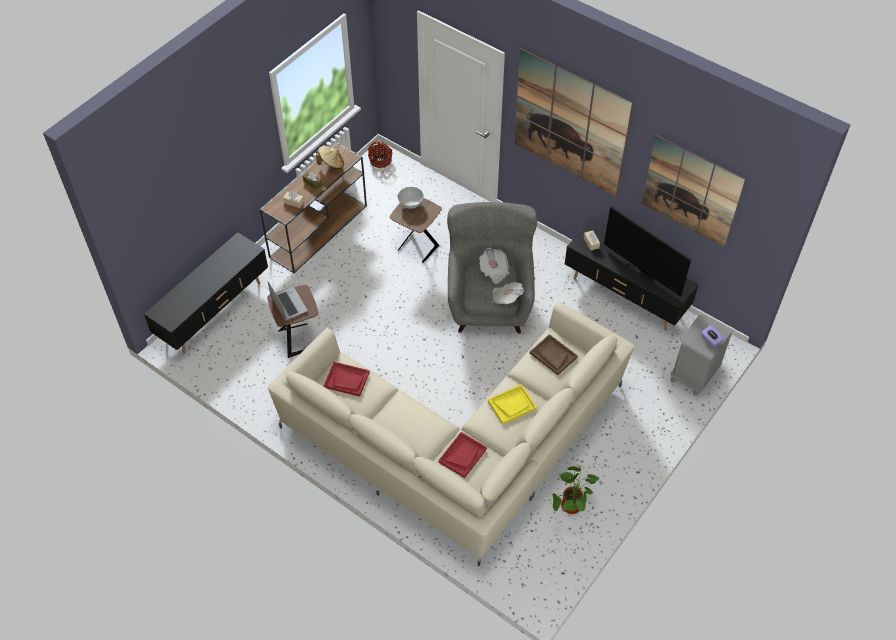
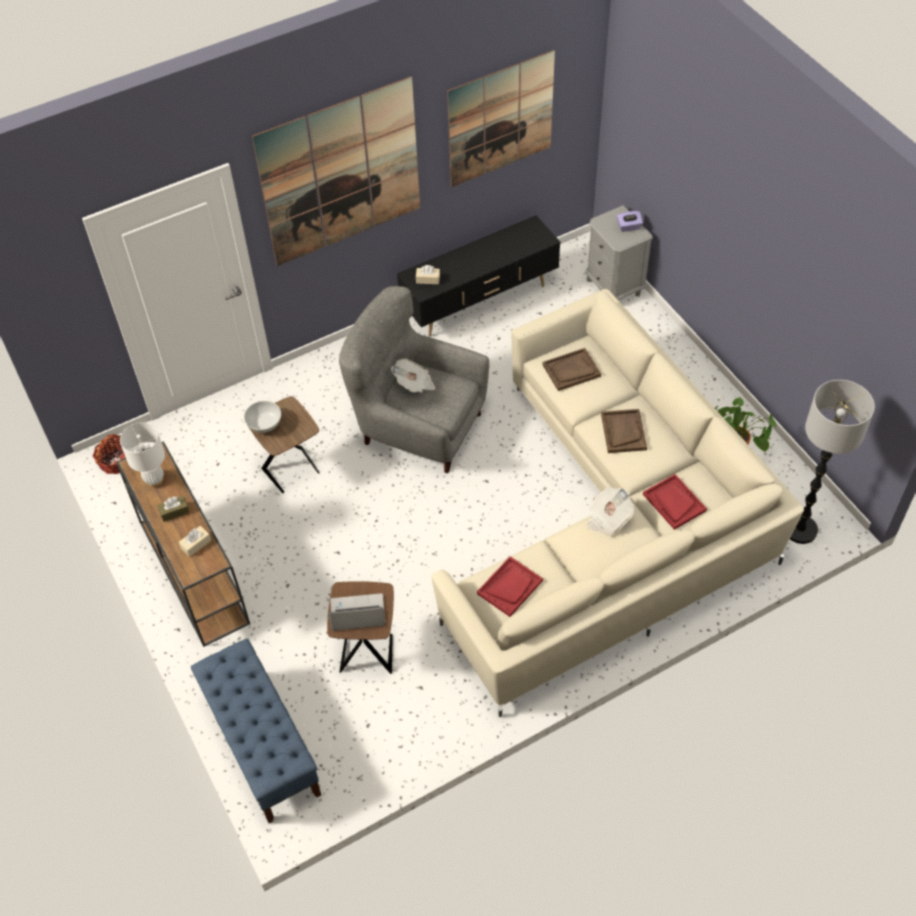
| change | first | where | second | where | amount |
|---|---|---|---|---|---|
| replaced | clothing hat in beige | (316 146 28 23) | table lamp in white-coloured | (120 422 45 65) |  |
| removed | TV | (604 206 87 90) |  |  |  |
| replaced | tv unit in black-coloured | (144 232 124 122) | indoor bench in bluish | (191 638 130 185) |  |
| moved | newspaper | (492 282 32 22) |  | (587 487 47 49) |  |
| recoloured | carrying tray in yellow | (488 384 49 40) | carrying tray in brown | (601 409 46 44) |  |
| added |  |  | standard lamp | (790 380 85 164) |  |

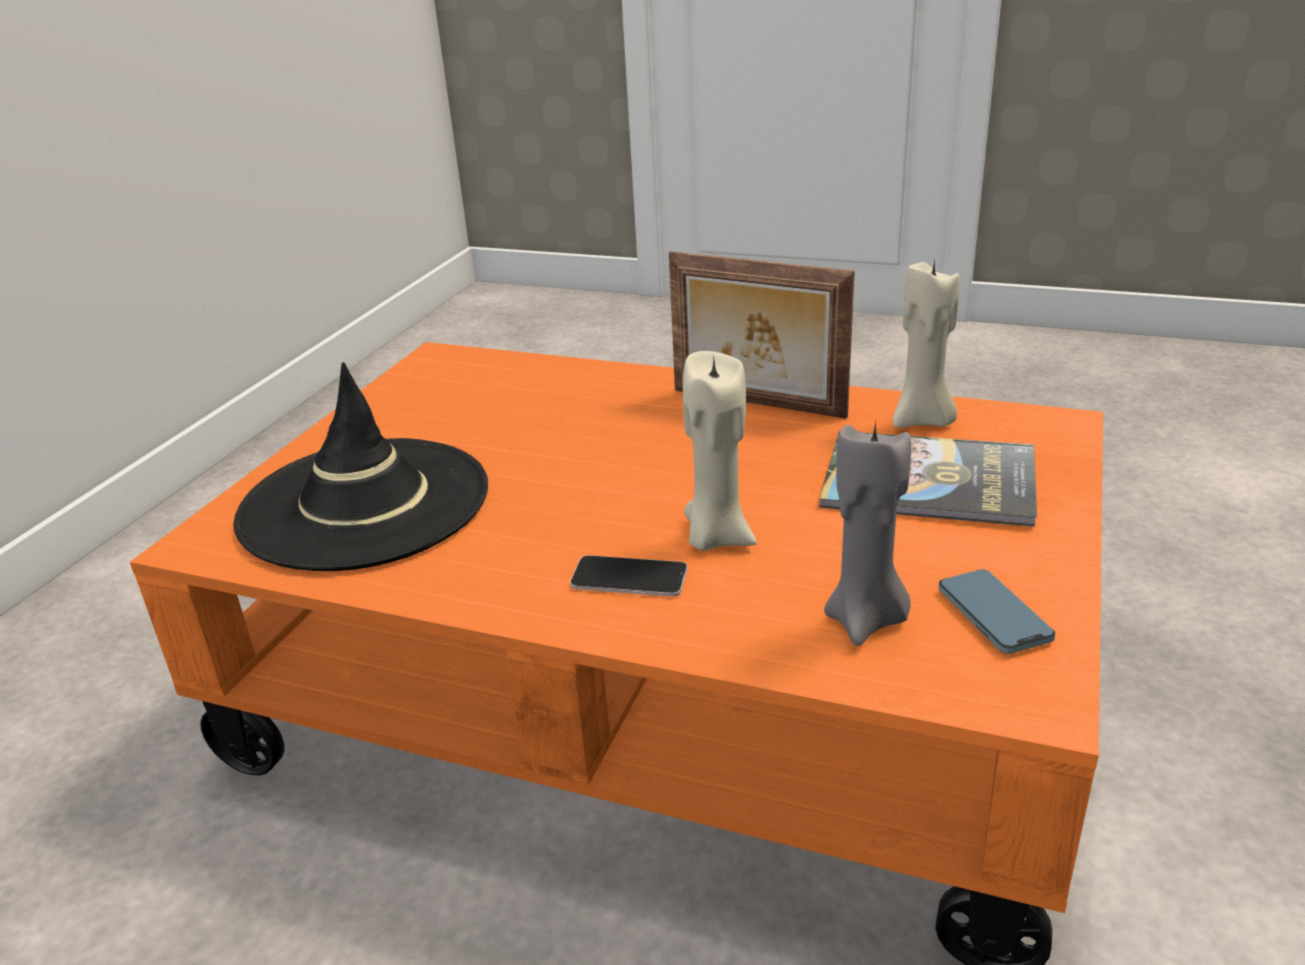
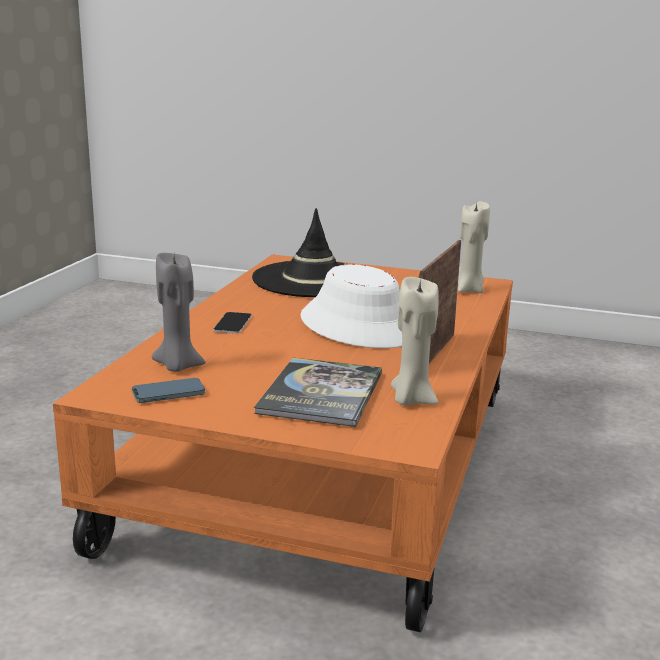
| change | first | where | second | where | amount |
|---|---|---|---|---|---|
| moved | candle in beige | (683 351 74 200) |  | (458 201 32 92) |  |
| added |  |  | clothing hat in white-coloured | (301 264 101 84) |  |

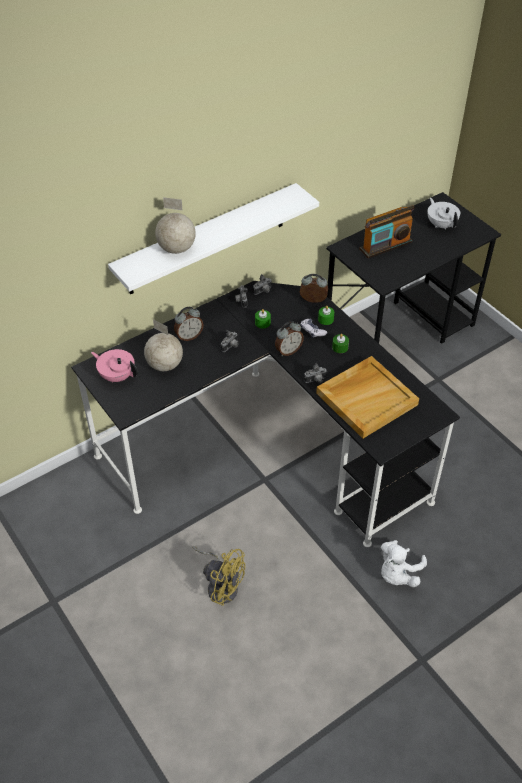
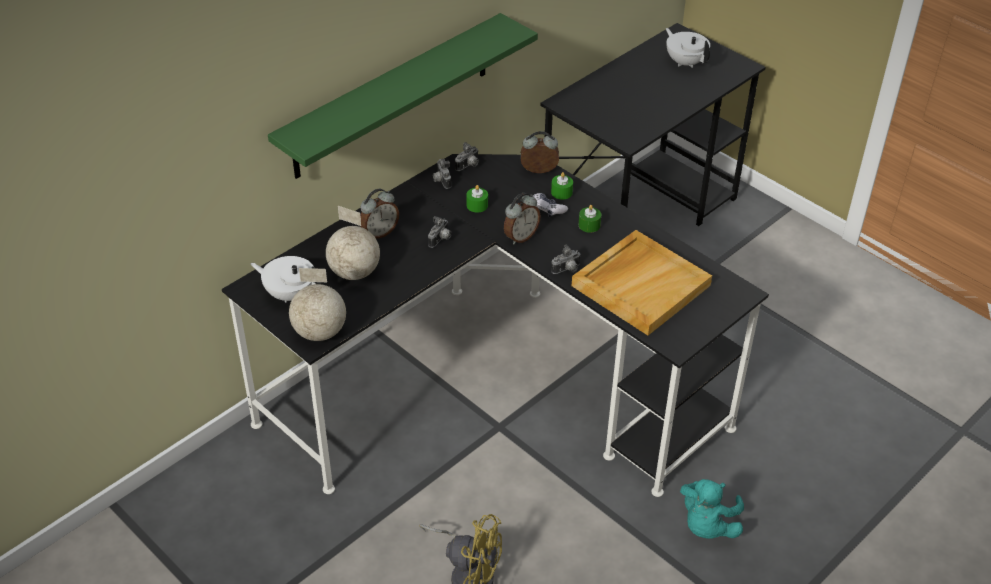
| change | first | where | second | where | amount |
|---|---|---|---|---|---|
| recoloured | wall shelf in white-coloured | (108 183 211 111) | wall shelf in green-coloured | (268 13 270 166) |  |
| moved | globe | (155 197 41 57) |  | (289 268 57 73) |  |
| removed | radio | (359 205 56 54) |  |  |  |
| recoloured | teapot in pink | (91 349 47 33) | teapot in white-coloured | (251 256 72 47) |  |
| recoloured | soft toy in white-coloured | (381 540 46 47) | soft toy in blue-green | (680 479 64 60) |  |

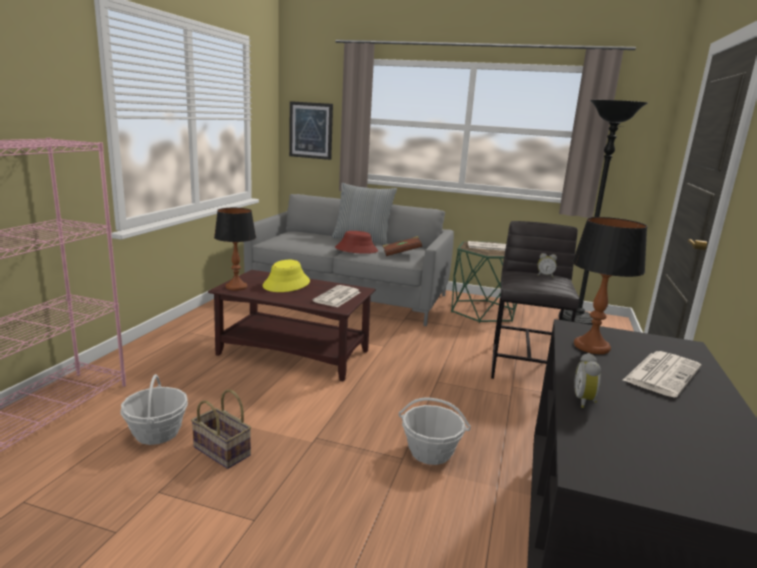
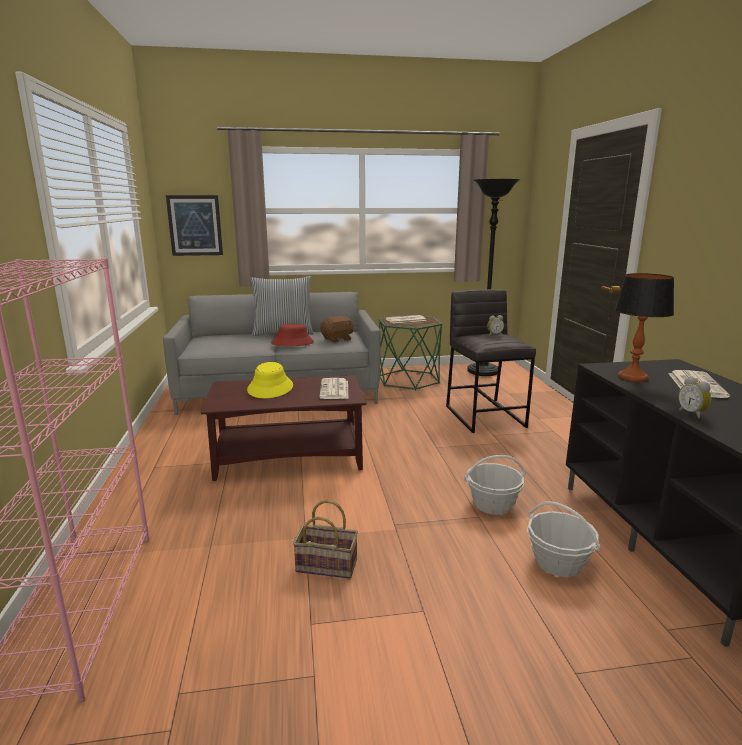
| change | first | where | second | where | amount |
|---|---|---|---|---|---|
| removed | table lamp | (214 208 42 83) |  |  |  |
| replaced | volume in brown | (383 236 39 20) | soft toy in brown | (320 316 34 27) |  |
| moved | storage basket | (120 374 68 71) |  | (527 501 74 76) |  |

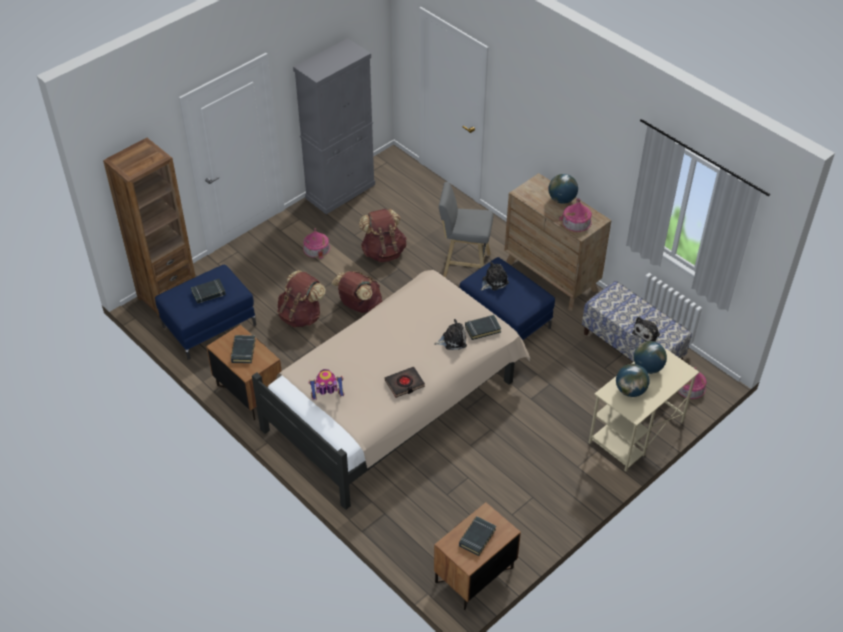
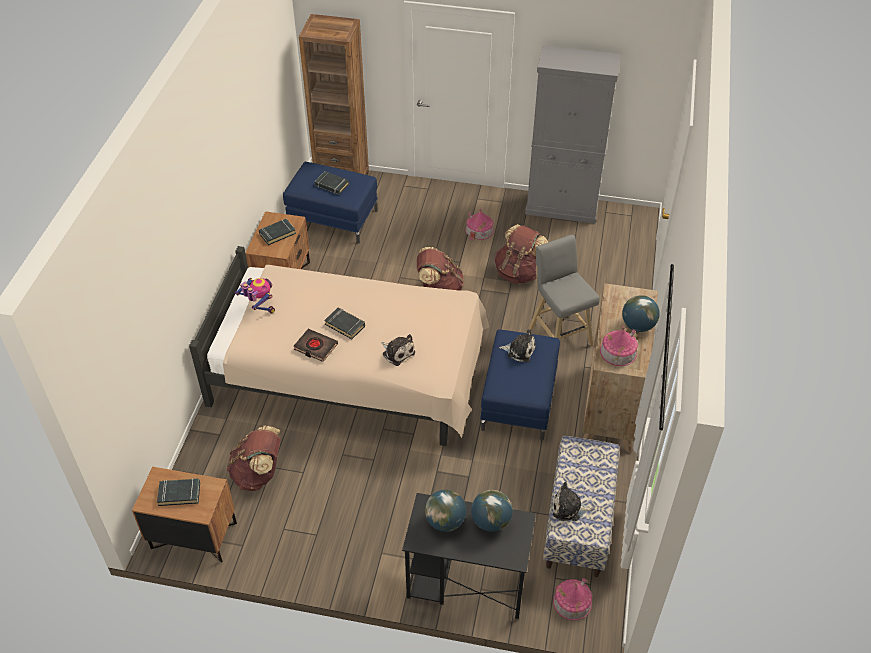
| change | first | where | second | where | amount |
|---|---|---|---|---|---|
| moved | rucksack in brown | (277 270 49 57) |  | (227 426 54 65) |  |
| moved | volume in black-coloured | (465 315 36 25) |  | (324 308 41 31) |  |
| recoloured | desk table in beige | (589 347 110 125) | desk table in black-coloured | (402 493 134 126) |  |

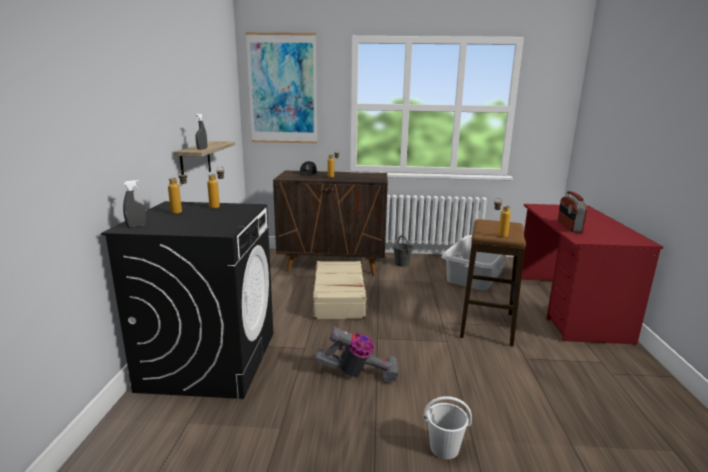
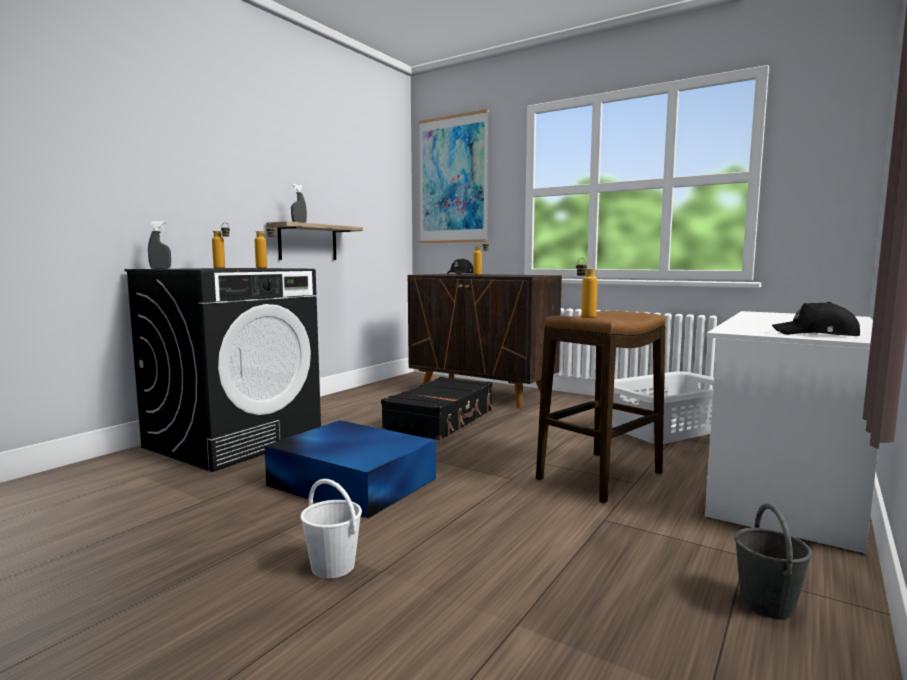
| change | first | where | second | where | amount |
|---|---|---|---|---|---|
| removed | radio | (558 191 29 42) |  |  |  |
| recoloured | desk table in reddish | (521 204 142 141) | desk table in white-coloured | (705 311 173 243) |  |
| moved | pail in greyish | (393 235 20 32) |  | (734 503 78 116) |  |
| recoloured | piece of luggage in beige | (313 261 57 59) | piece of luggage in black-coloured | (381 377 112 64) |  |
| replaced | vacuum | (315 327 83 56) | storage bin in bluish | (264 420 172 98) |  |
| added |  |  | baseball cap in black-coloured | (772 302 88 34) |  |

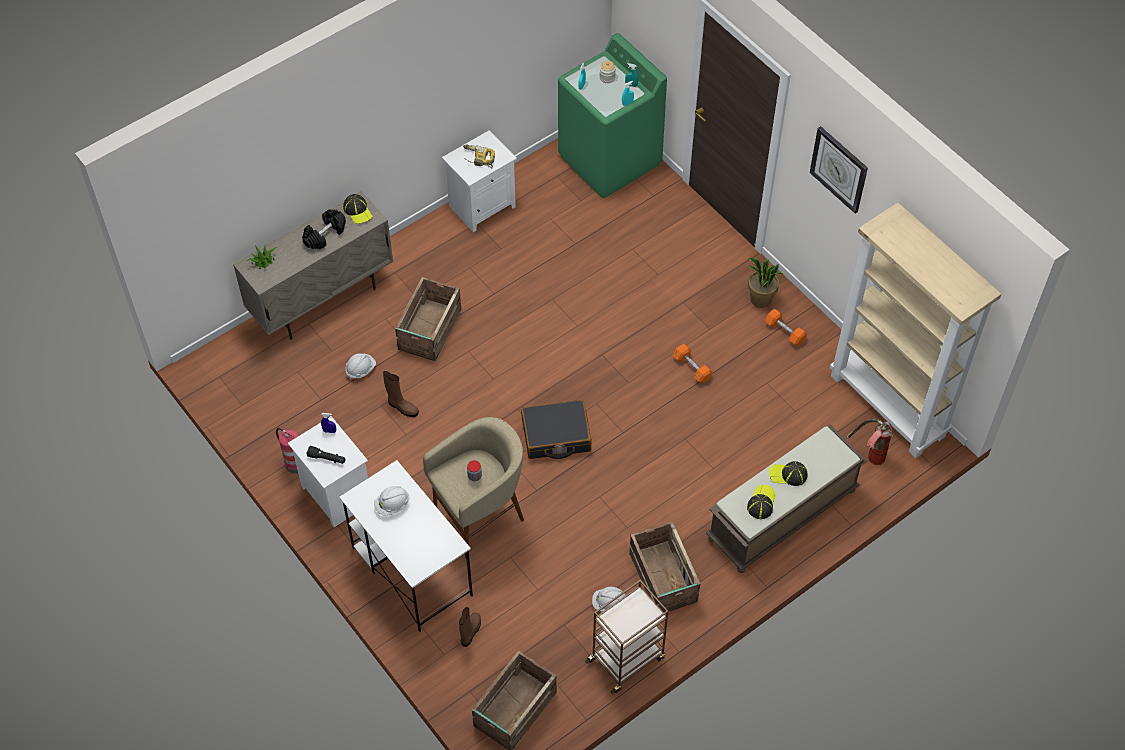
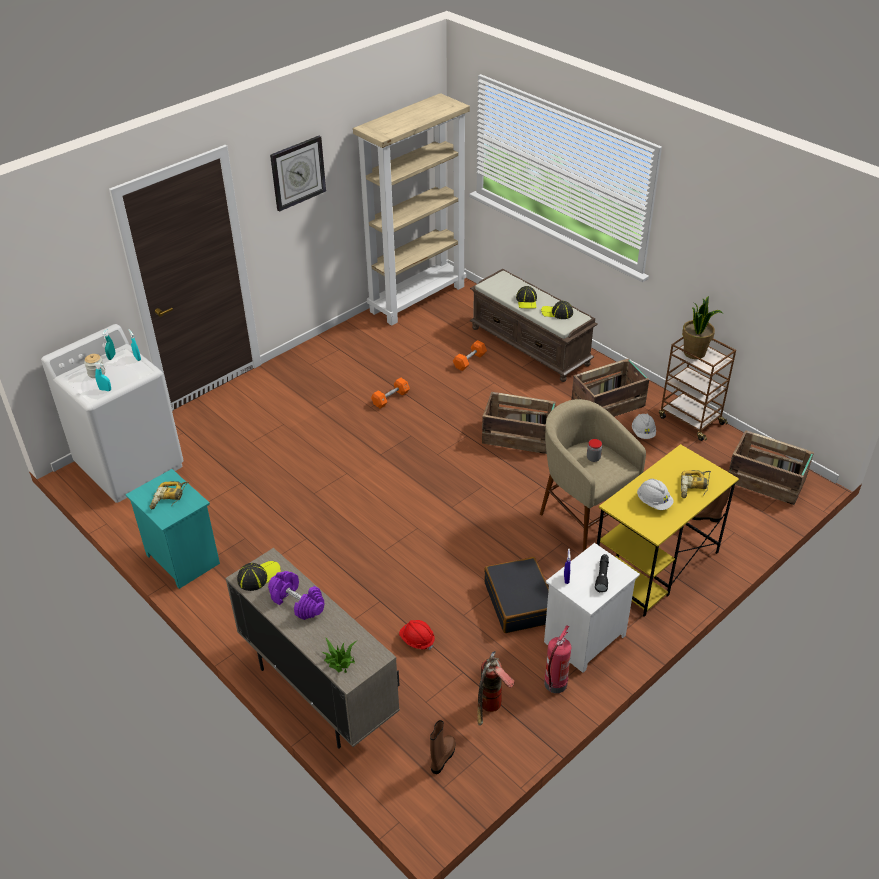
| change | first | where | second | where | amount |
|---|---|---|---|---|---|
| recoloured | laundry appliance in green-coloured | (558 33 109 165) | laundry appliance in white-coloured | (41 324 142 179) |  |
| recoloured | nightstand in white-coloured | (442 130 75 102) | nightstand in blue-green | (126 469 94 120) |  |
| recoloured | hand weight in black-coloured | (302 209 44 40) | hand weight in purplish | (268 571 56 49) |  |
| moved | houseplant | (748 258 35 50) |  | (682 296 41 63) |  |
| moved | packing crate | (395 277 66 84) |  | (482 392 74 62) |  |
| moved | hand weight in orangey | (765 309 42 37) |  | (453 340 34 31) |  |
| recoloured | safety helmet in white-coloured | (345 353 31 26) | safety helmet in reddish | (399 620 36 30) |  |
| moved | high-top boot in brown | (383 371 36 46) |  | (430 720 25 54) |  |
| moved | piece of luggage in black-coloured | (521 400 70 59) |  | (484 557 65 76) |  |
| moved | fire-fighting cylinder | (846 418 47 47) |  | (477 651 38 75) |  |
| recoloured | desk table in white-coloured | (339 460 134 172) | desk table in yellow | (597 444 142 173) |  |
| added |  |  | electric drill | (681 470 30 28) |  |

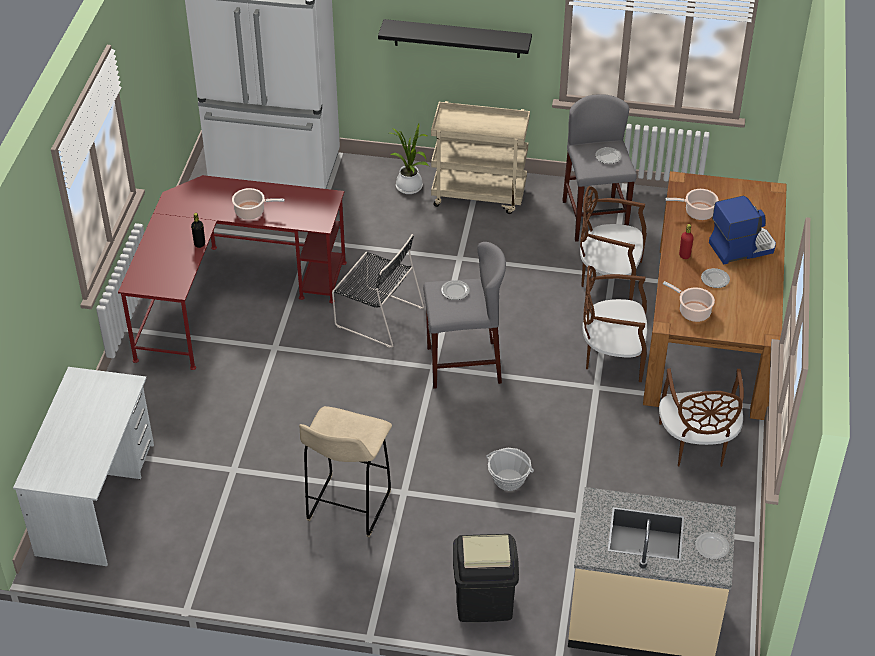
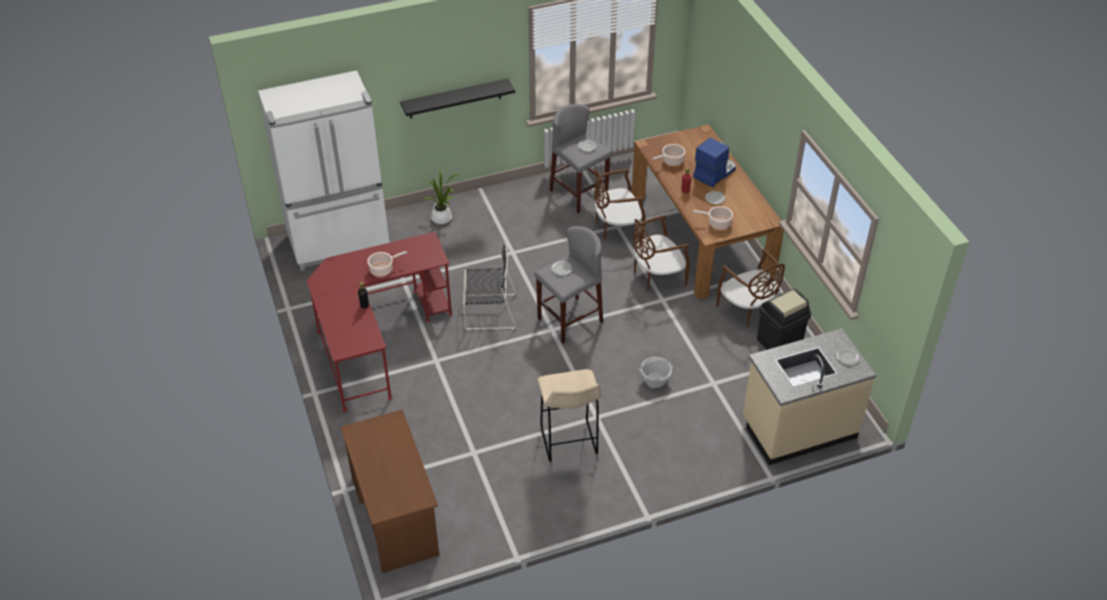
| change | first | where | second | where | amount |
|---|---|---|---|---|---|
| removed | cart in beige | (431 101 99 113) |  |  |  |
| recoloured | desk table in white-coloured | (13 367 141 199) | desk table in brown | (341 409 98 164) |  |
| moved | waste bin in black-coloured | (453 534 66 88) |  | (757 289 55 61) |  |

